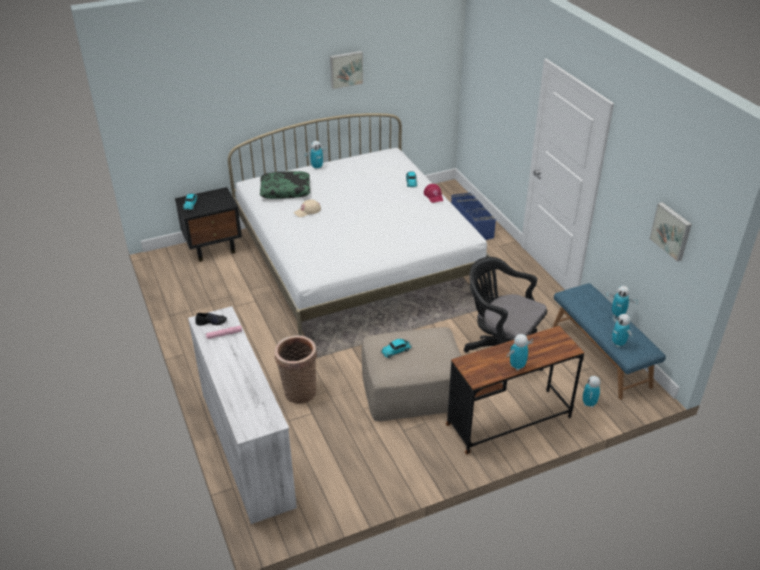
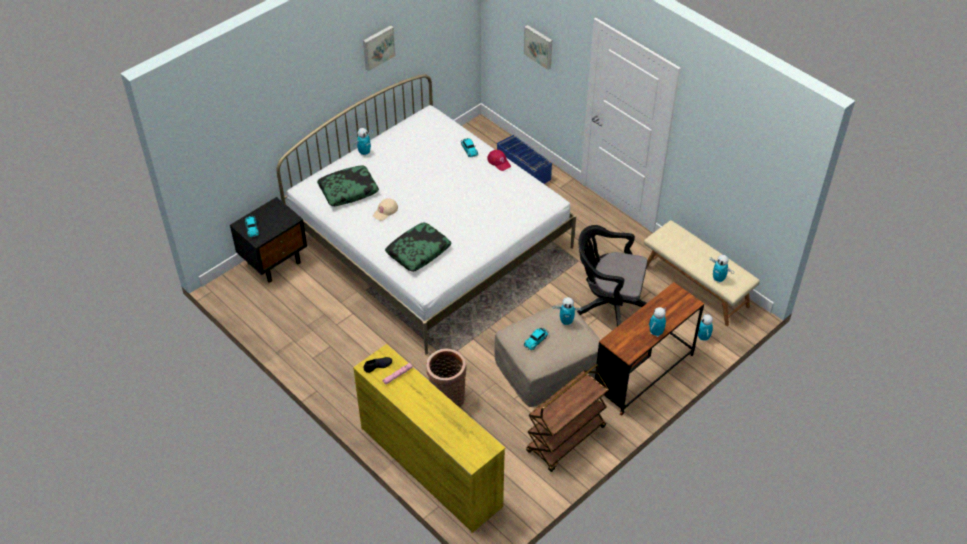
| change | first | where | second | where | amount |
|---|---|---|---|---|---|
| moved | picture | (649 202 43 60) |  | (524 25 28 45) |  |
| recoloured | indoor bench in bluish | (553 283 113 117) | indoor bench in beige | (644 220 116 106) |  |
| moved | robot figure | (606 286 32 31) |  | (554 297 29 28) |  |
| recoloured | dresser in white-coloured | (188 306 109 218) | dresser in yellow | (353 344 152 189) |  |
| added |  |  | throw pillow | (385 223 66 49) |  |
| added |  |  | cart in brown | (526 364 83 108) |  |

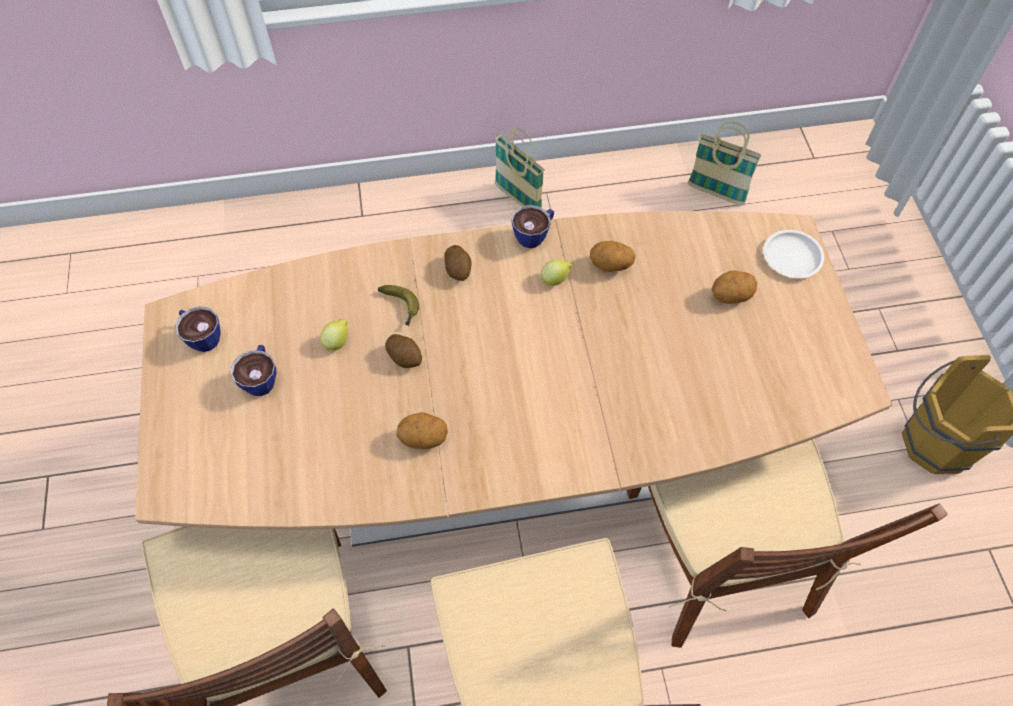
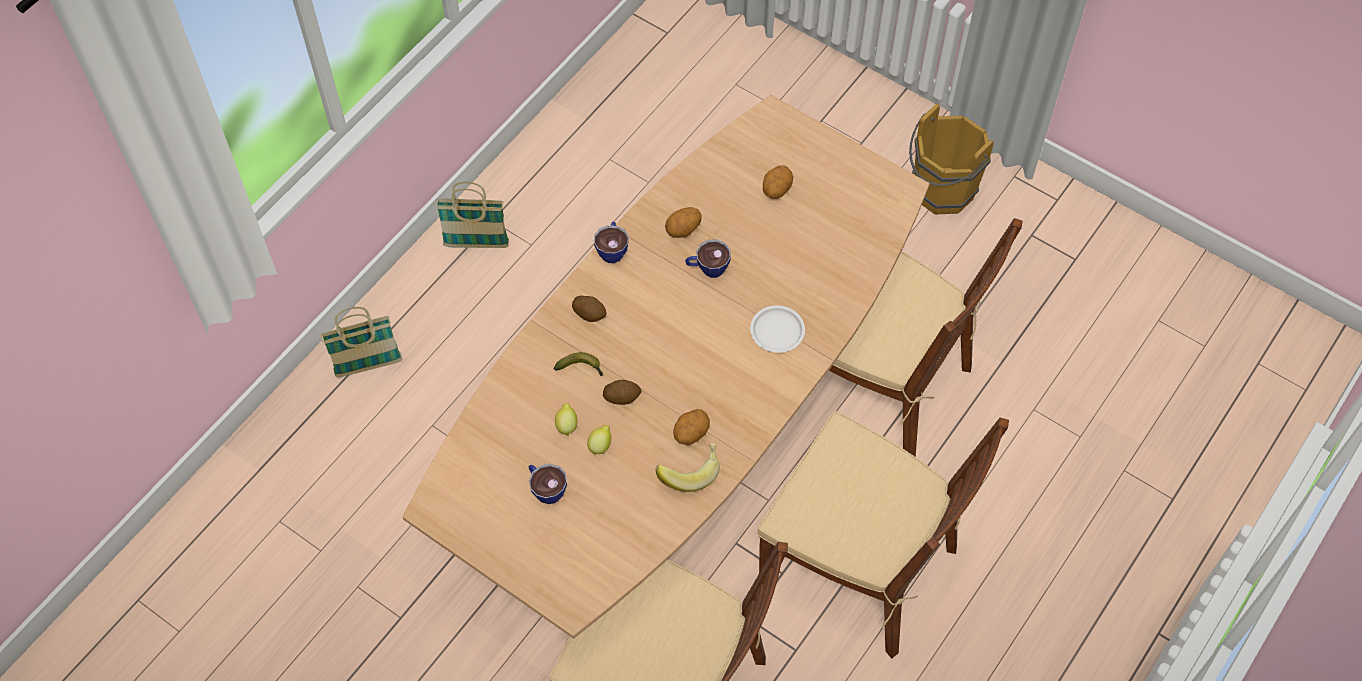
| change | first | where | second | where | amount |
|---|---|---|---|---|---|
| moved | storage basket | (687 121 74 85) |  | (321 307 81 70) |  |
| moved | plate in white-coloured | (763 230 61 48) |  | (750 305 55 48) |  |
| moved | whole lemon | (541 259 31 27) |  | (587 425 24 30) |  |
| moved | small cup | (175 306 45 46) |  | (685 239 46 39) |  |
| added |  |  | whole banana | (655 443 65 49) |  |

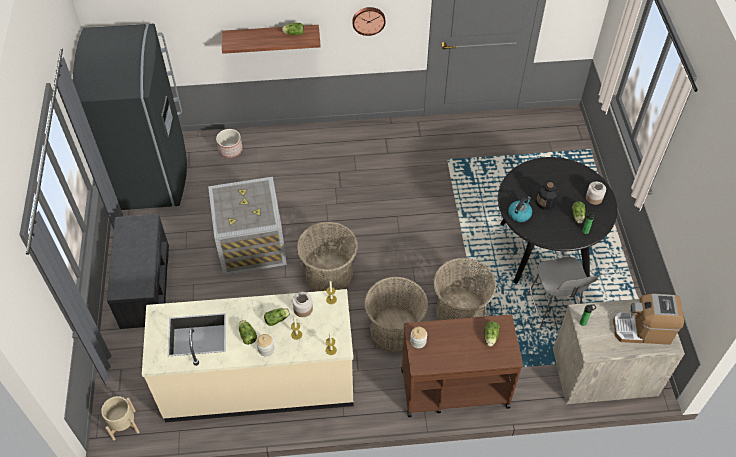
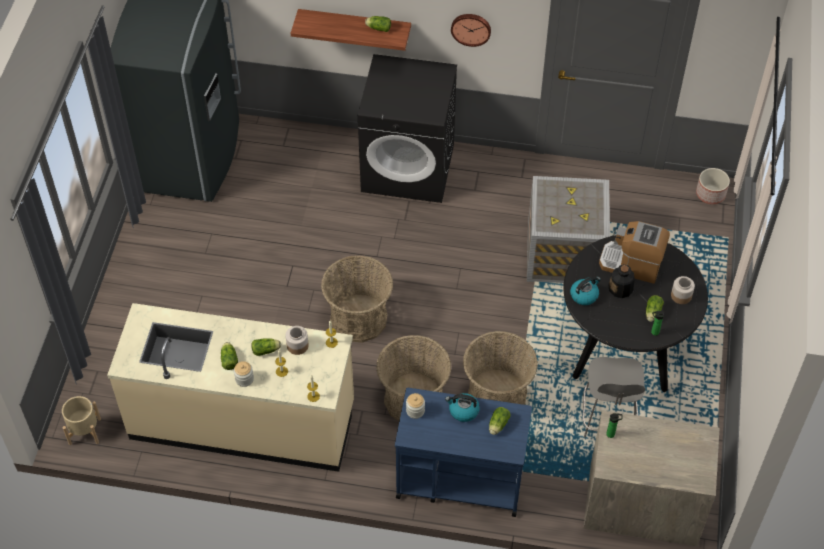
| change | first | where | second | where | amount |
|---|---|---|---|---|---|
| moved | planter | (216 129 27 29) |  | (696 168 34 36) |  |
| moved | packing crate | (208 177 79 98) |  | (527 176 83 107) |  |
| removed | indoor bench in greyish | (107 214 62 115) |  |  |  |
| moved | coffee brewer | (613 293 71 52) |  | (599 221 71 63) |  |
| recoloured | cart in brown | (401 314 122 103) | cart in bluish | (395 388 137 129) |  |
| added |  |  | laundry appliance in black-coloured | (358 54 99 149) |  |
| added |  |  | kettle | (445 393 35 29) |  |

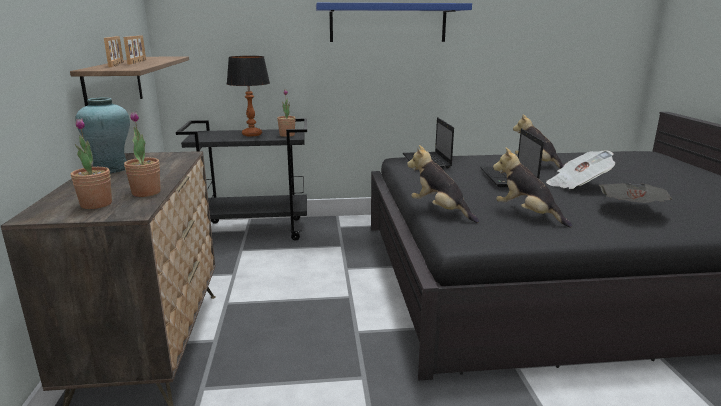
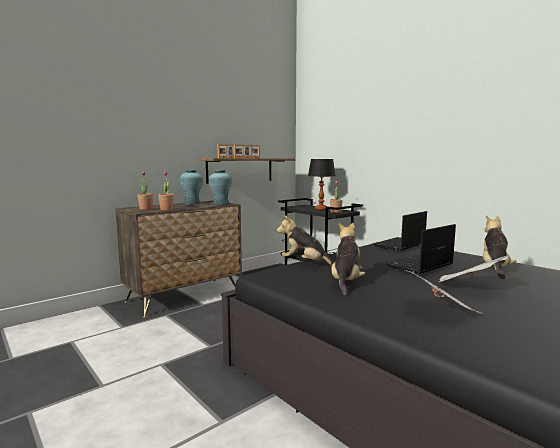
| change | first | where | second | where | amount |
|---|---|---|---|---|---|
| removed | wall shelf in bluish | (316 3 156 39) |  |  |  |
| turned | soft toy | (407 145 72 78) |  | (277 215 57 51) | 75 degrees counterclockwise |
| added |  |  | flower vase in blue-green | (208 170 24 35) |  |

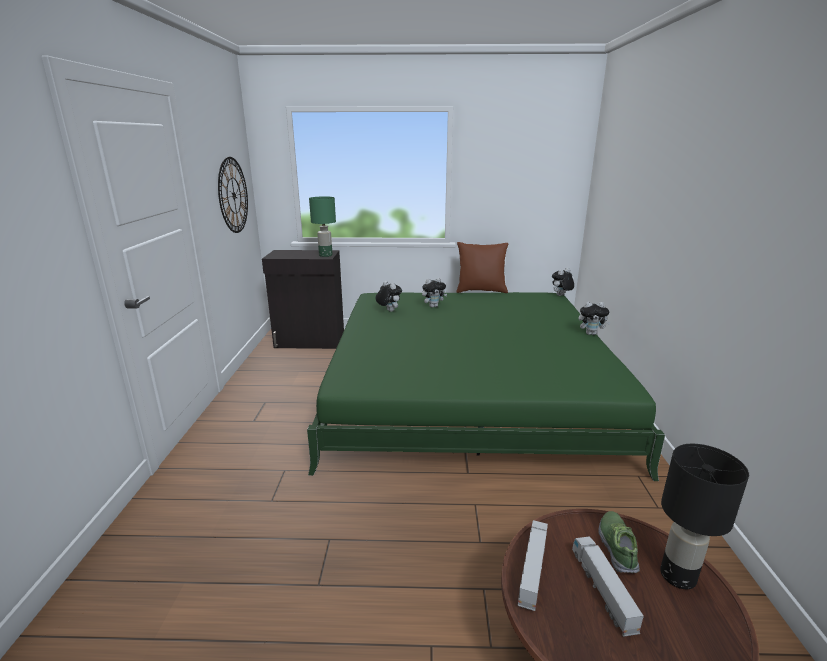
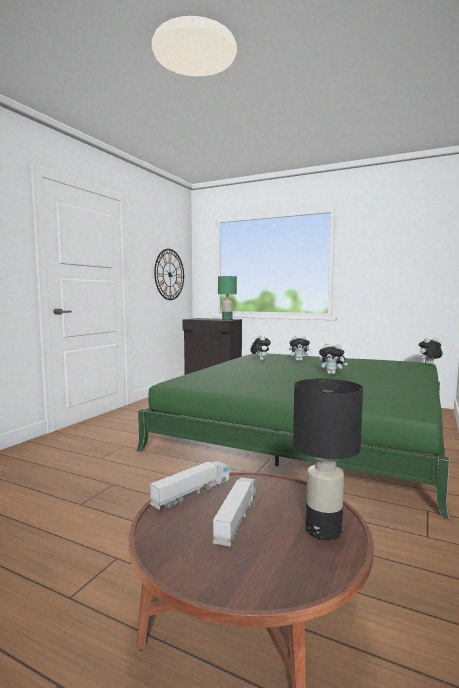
| change | first | where | second | where | amount |
|---|---|---|---|---|---|
| removed | throw pillow in brown | (456 242 53 51) |  |  |  |
| moved | soft toy | (578 301 32 34) |  | (319 343 29 32) |  |
| removed | low shoe | (599 511 41 62) |  |  |  |

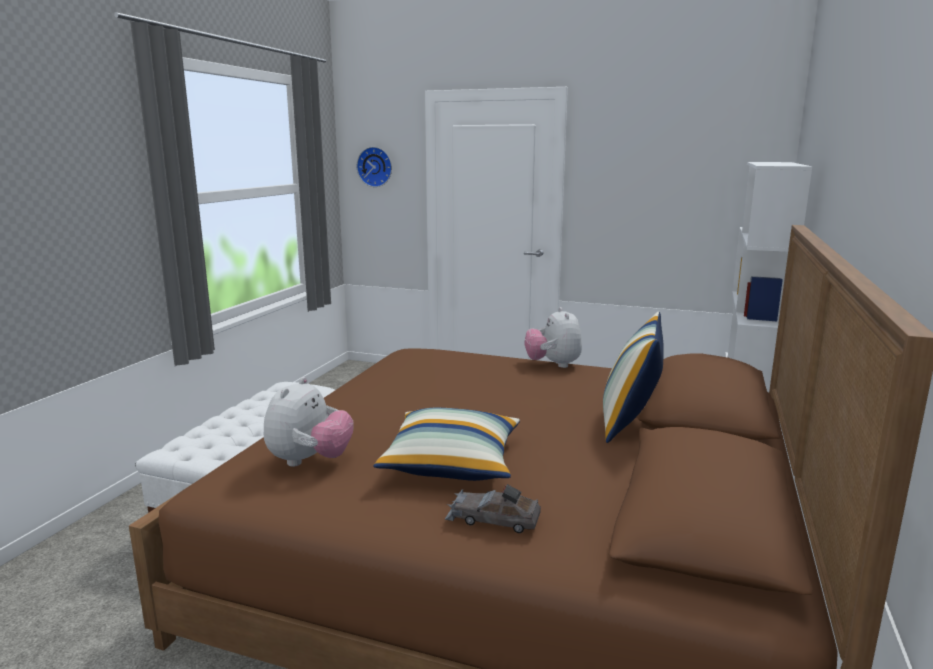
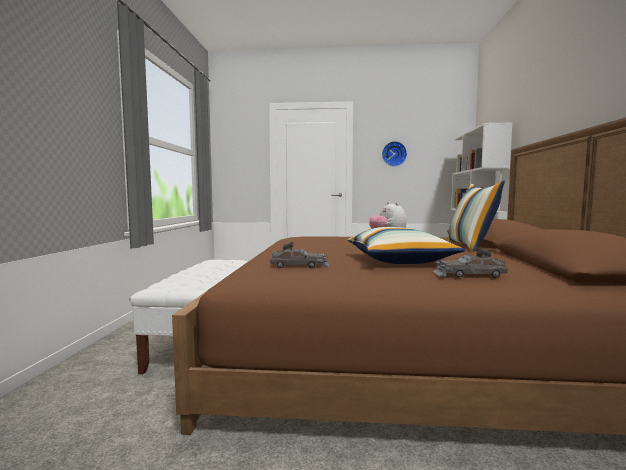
| change | first | where | second | where | amount |
|---|---|---|---|---|---|
| moved | clock on the wall | (357 147 35 40) |  | (382 141 25 25) |  |
| replaced | soft toy | (264 377 90 90) | model car in greyish | (270 242 59 26) |  |

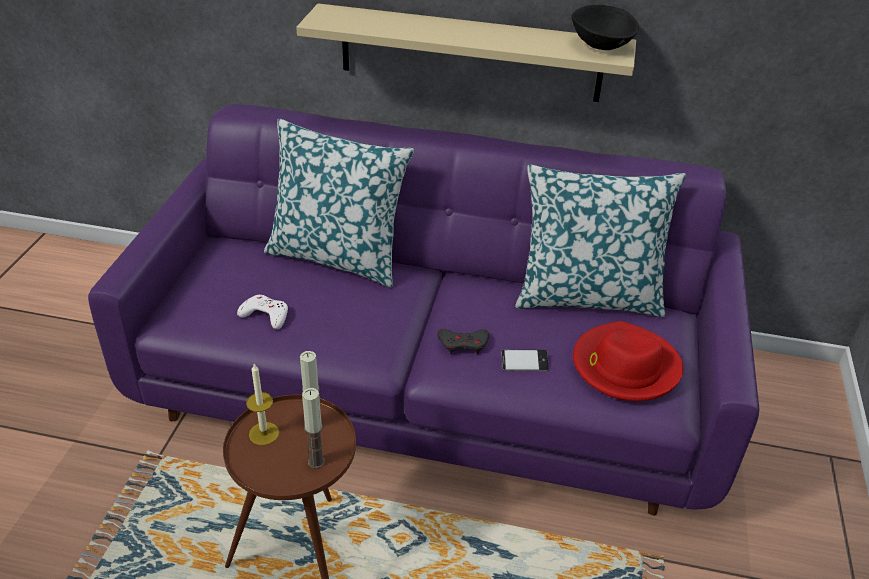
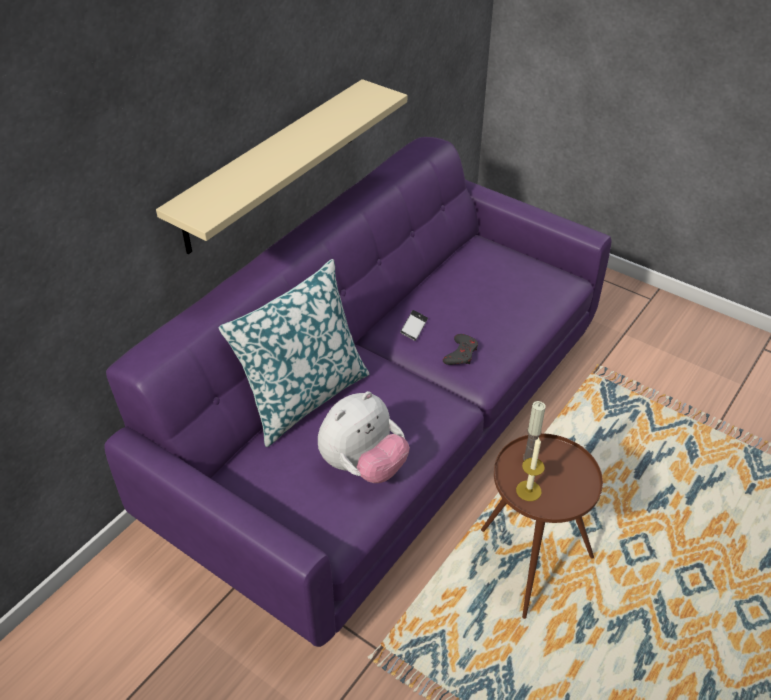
| change | first | where | second | where | amount |
|---|---|---|---|---|---|
| removed | bowl in black-coloured | (571 5 68 45) |  |  |  |
| removed | throw pillow | (515 165 171 152) |  |  |  |
| replaced | gamepad in white-coloured | (237 295 51 34) | soft toy | (318 391 92 92) |  |
| removed | clothing hat in reddish | (573 321 110 80) |  |  |  |
| moved | handset | (501 350 48 21) |  | (400 310 28 31) |  |
| removed | candle | (302 388 23 81) |  |  |  |

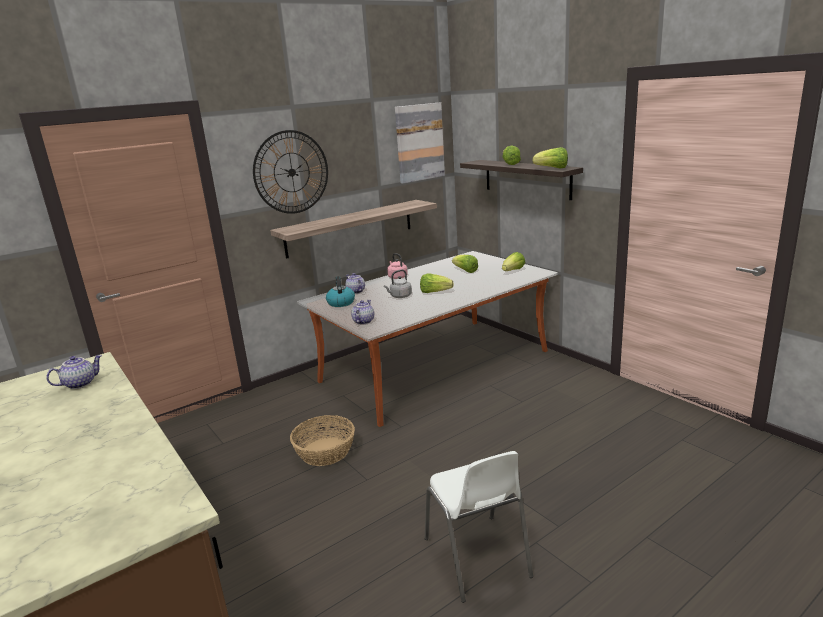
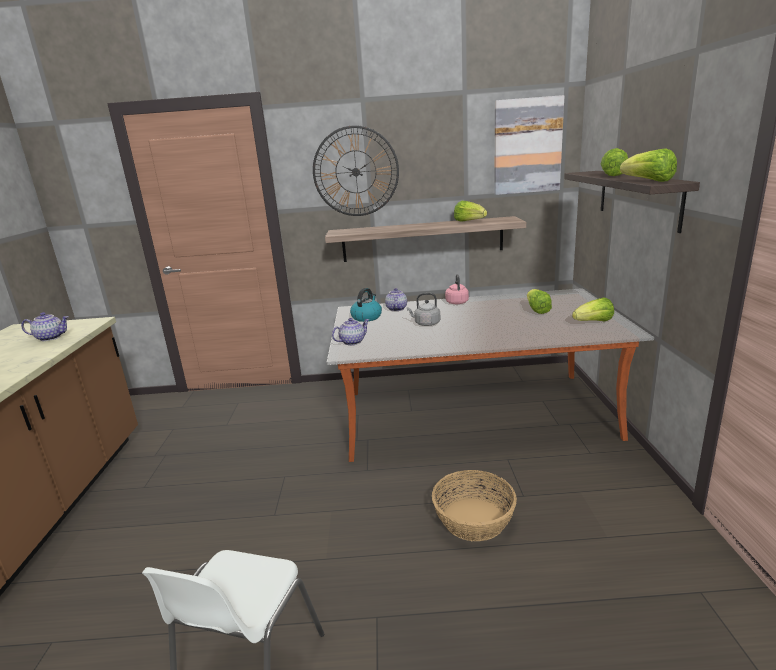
| change | first | where | second | where | amount |
|---|---|---|---|---|---|
| moved | lettuce | (420 273 34 20) |  | (454 201 33 21) |  |
| moved | storage basket | (290 415 65 51) |  | (432 470 85 71) |  |

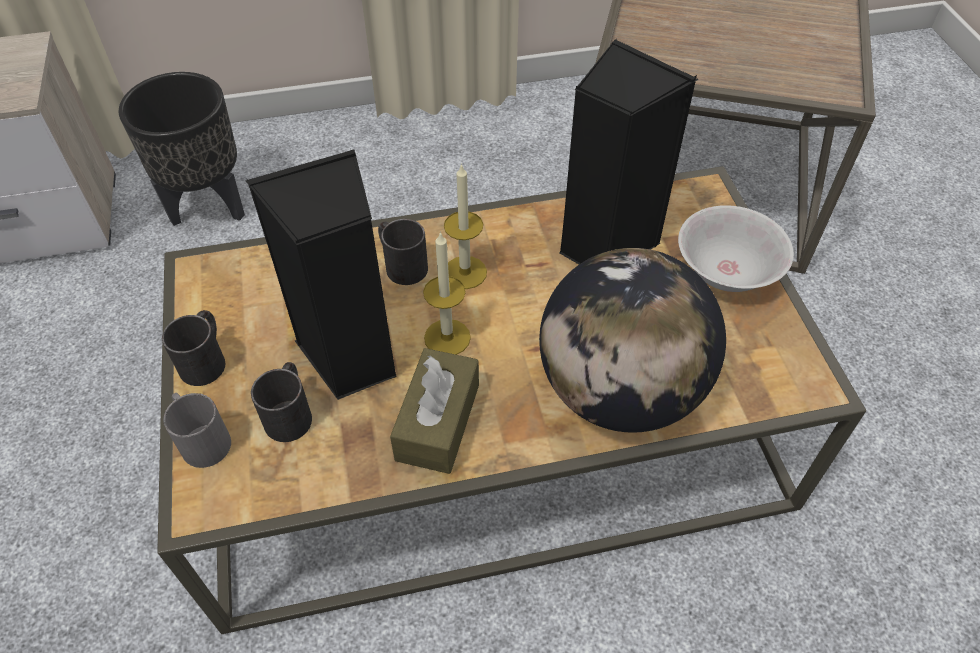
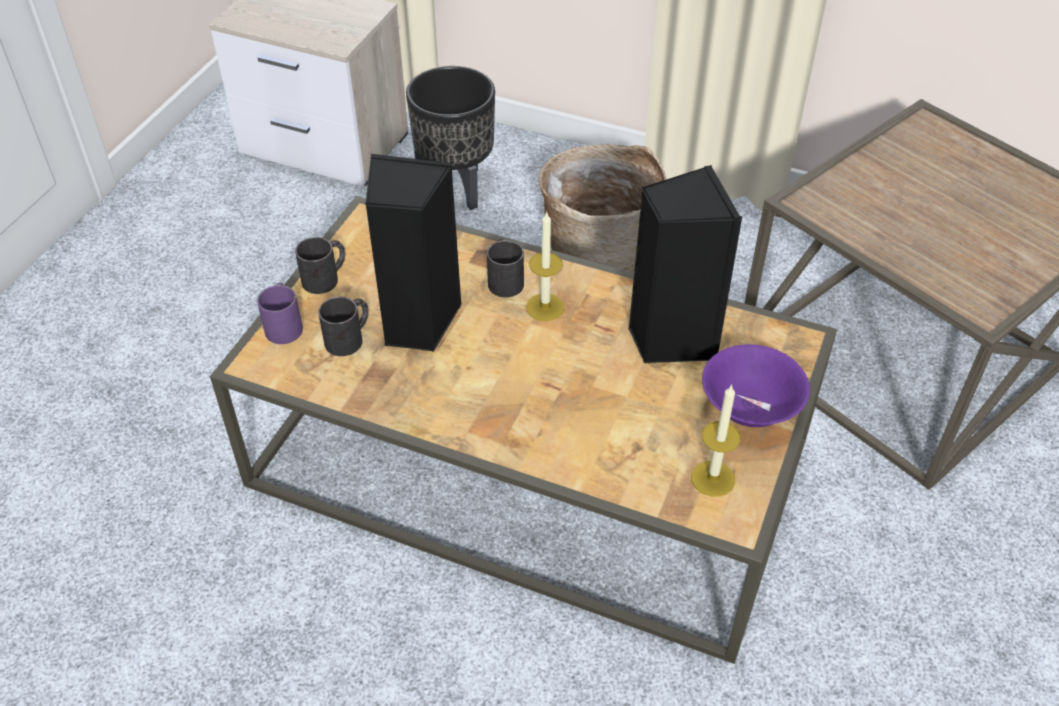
| change | first | where | second | where | amount |
|---|---|---|---|---|---|
| recoloured | bowl in white-coloured | (678 205 116 87) | bowl in purplish | (702 344 108 83) |  |
| moved | candle | (423 231 48 124) |  | (691 384 50 113) |  |
| removed | globe | (539 248 187 185) |  |  |  |
| removed | tissue box in brown | (390 348 89 126) |  |  |  |
| recoloured | coffee mug in greyish | (163 393 68 75) | coffee mug in purplish | (257 283 46 61) |  |
| added |  |  | storage basket | (539 144 128 129) |  |

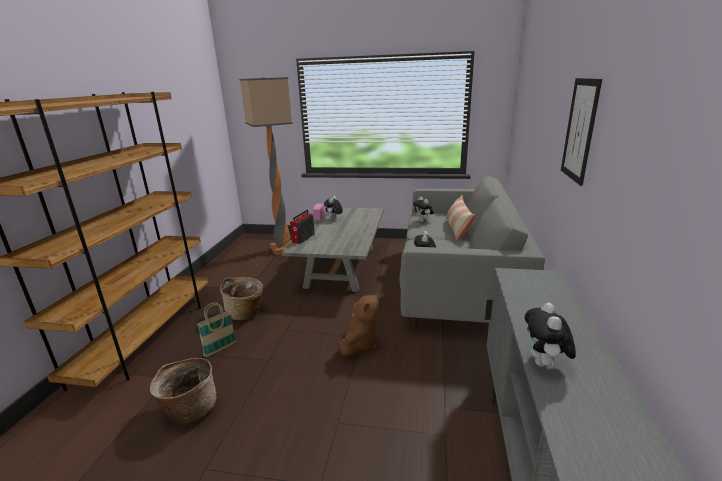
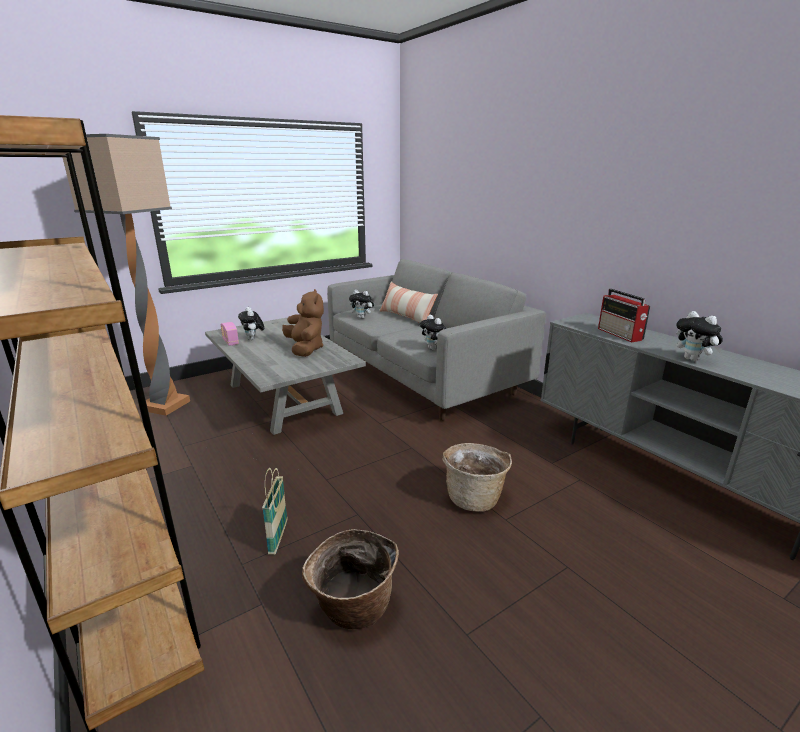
| change | first | where | second | where | amount |
|---|---|---|---|---|---|
| removed | picture | (561 78 41 108) |  |  |  |
| moved | radio | (290 210 25 34) |  | (598 289 52 53) |  |
| moved | storage basket | (220 277 43 43) |  | (442 443 70 69) |  |
| moved | soft toy in brown | (338 293 41 63) |  | (282 289 42 68) |  |

